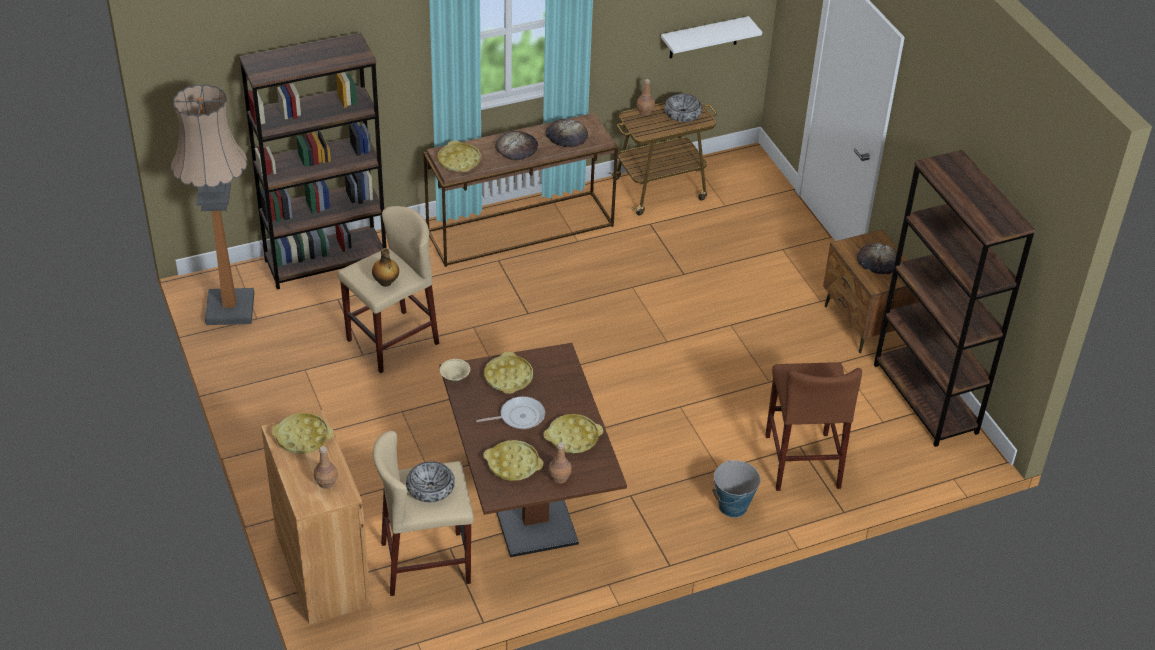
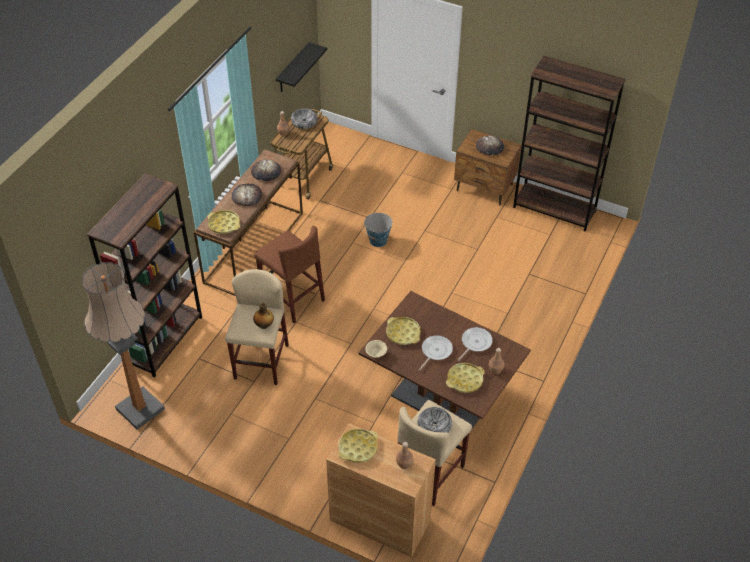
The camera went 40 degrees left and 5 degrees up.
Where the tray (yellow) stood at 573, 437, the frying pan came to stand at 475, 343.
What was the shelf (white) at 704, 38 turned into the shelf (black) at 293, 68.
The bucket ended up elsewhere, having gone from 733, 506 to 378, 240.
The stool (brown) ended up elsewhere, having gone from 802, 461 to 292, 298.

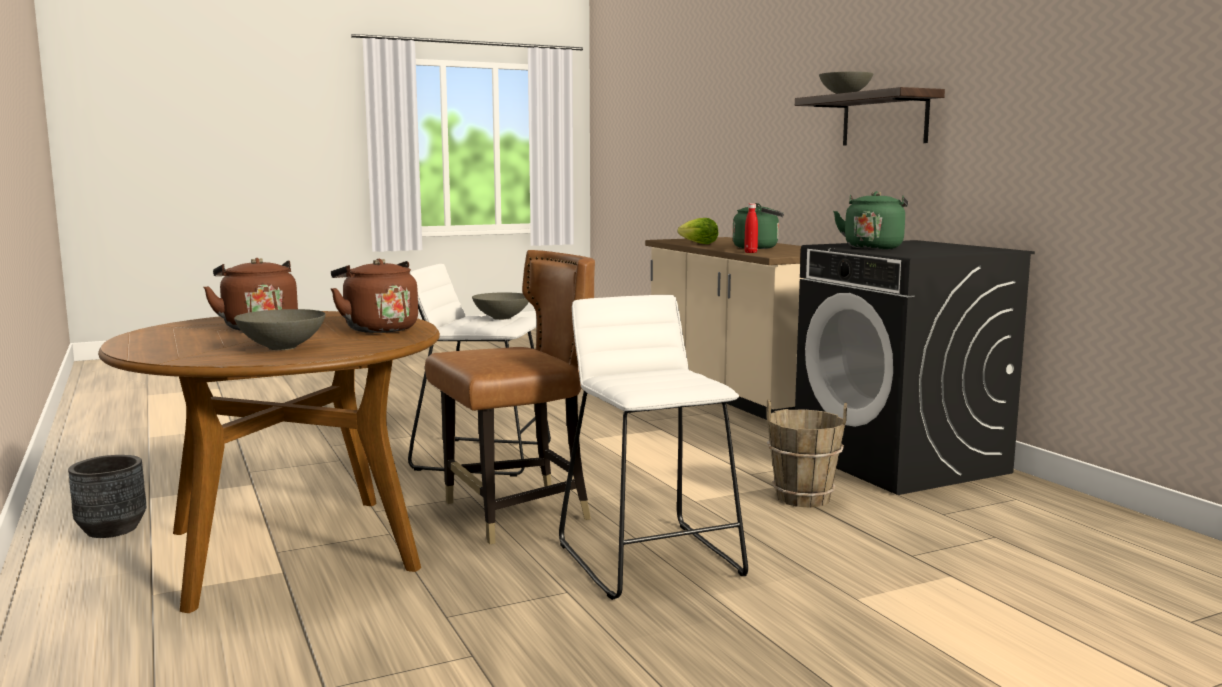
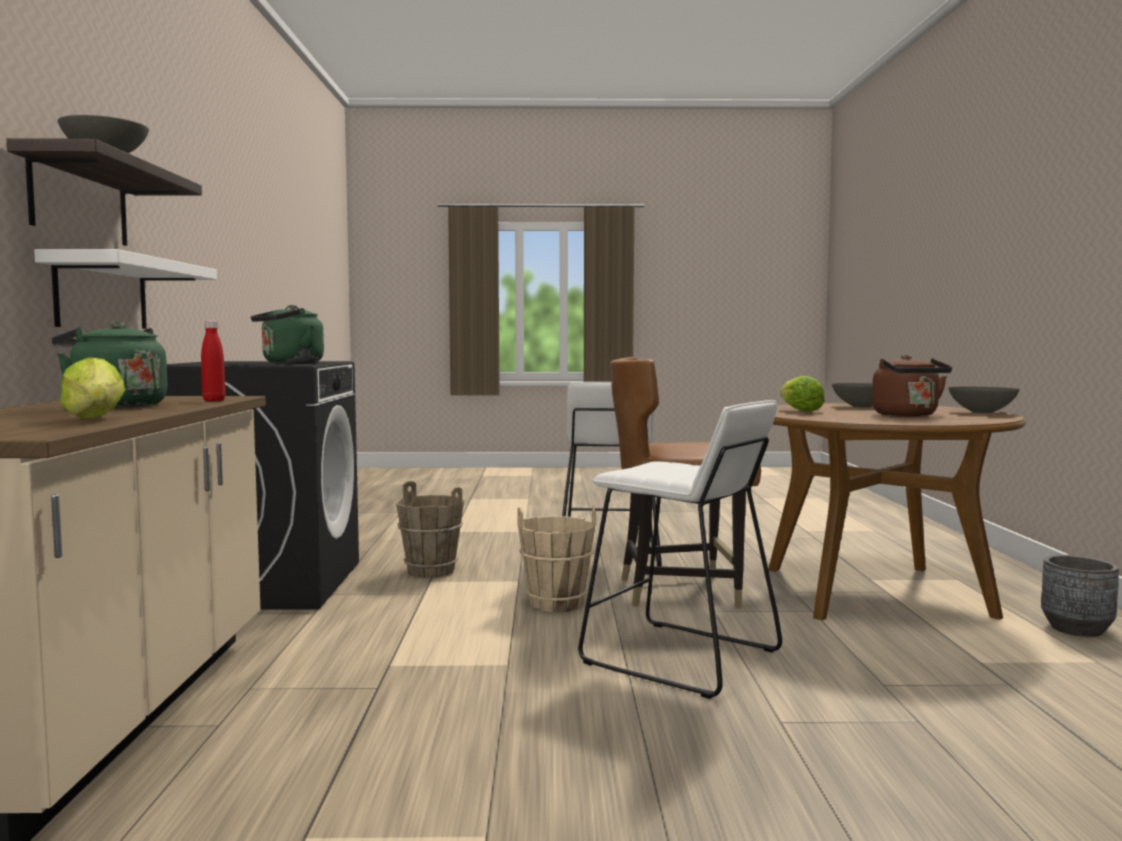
The camera went 155 degrees left and 5 degrees down.
Where the kettle (brown) stood at 378, 328, the lettuce came to stand at 800, 411.
The bowl (grey) ended up elsewhere, having gone from 501, 318 to 982, 412.
The second view gained the shelf (white) at 102, 294.
The second view gained the bucket (beige) at 556, 603.

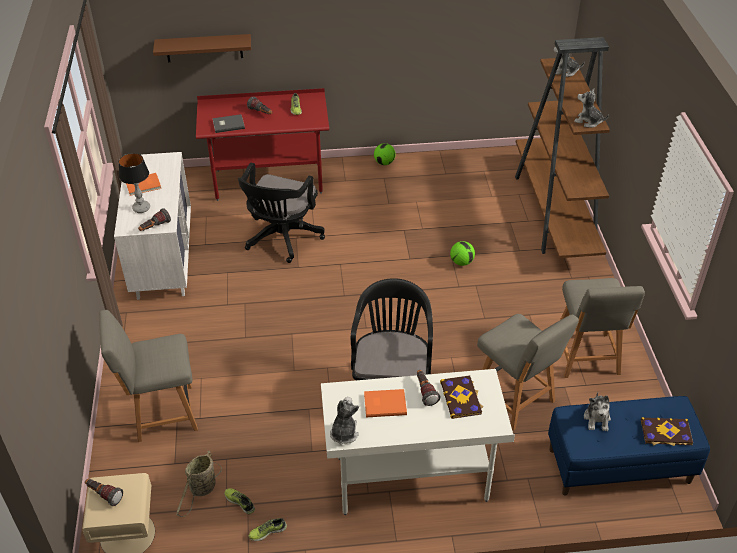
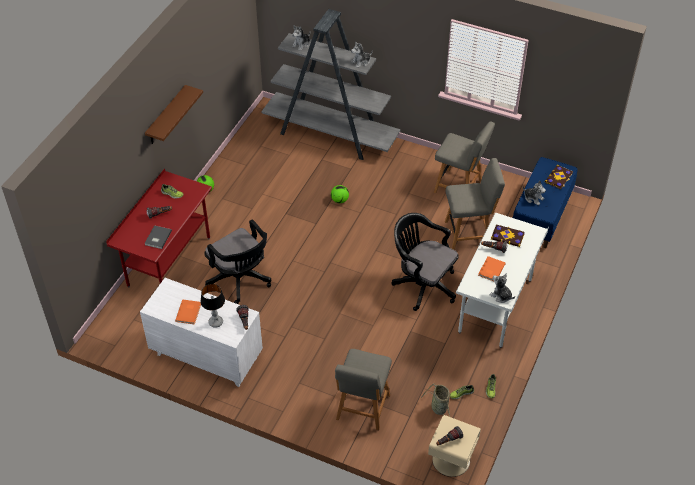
The camera went 60 degrees left and 5 degrees up.
The shelf (brown) ended up elsewhere, having gone from 204, 48 to 166, 116.
What was the bookcase (brown) at 555, 213 turned into the bookcase (grey) at 331, 135.

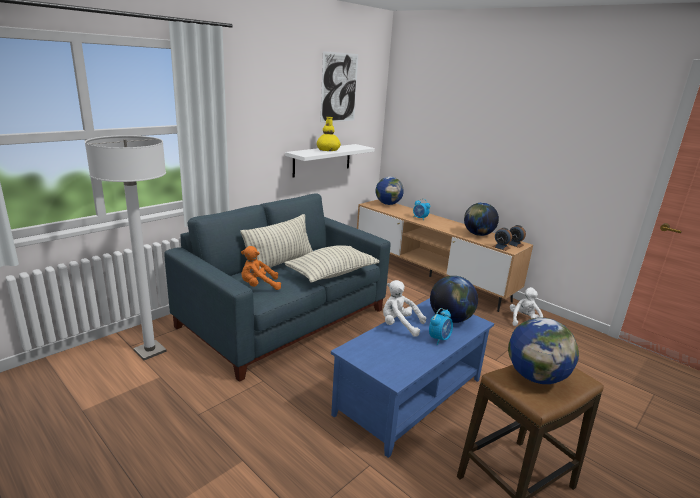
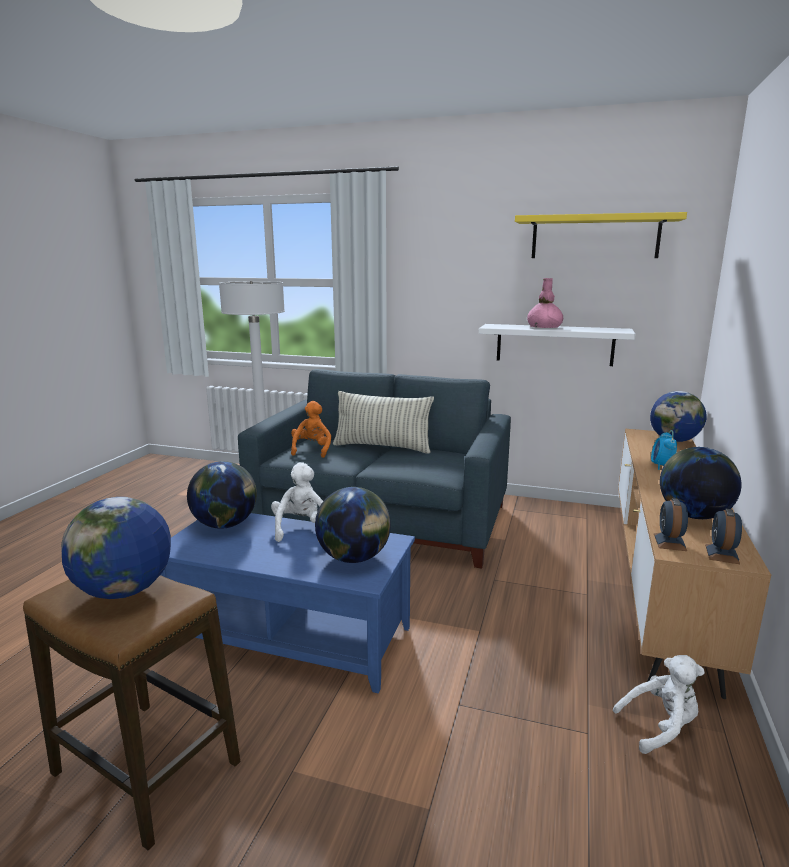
The camera went 65 degrees right and 5 degrees down.
The plush toy (orange) at 258, 286 ended up facing another way, 45 degrees clockwise from before.
The second view lost the pillow at 332, 274.
What was the vase (yellow) at 328, 150 turned into the vase (pink) at 544, 327.
Where the picture hung at 339, 88, the shelf (yellow) came to hang at 594, 237.
The second view lost the alarm clock at 439, 339.
The second view gained the globe at 225, 524.

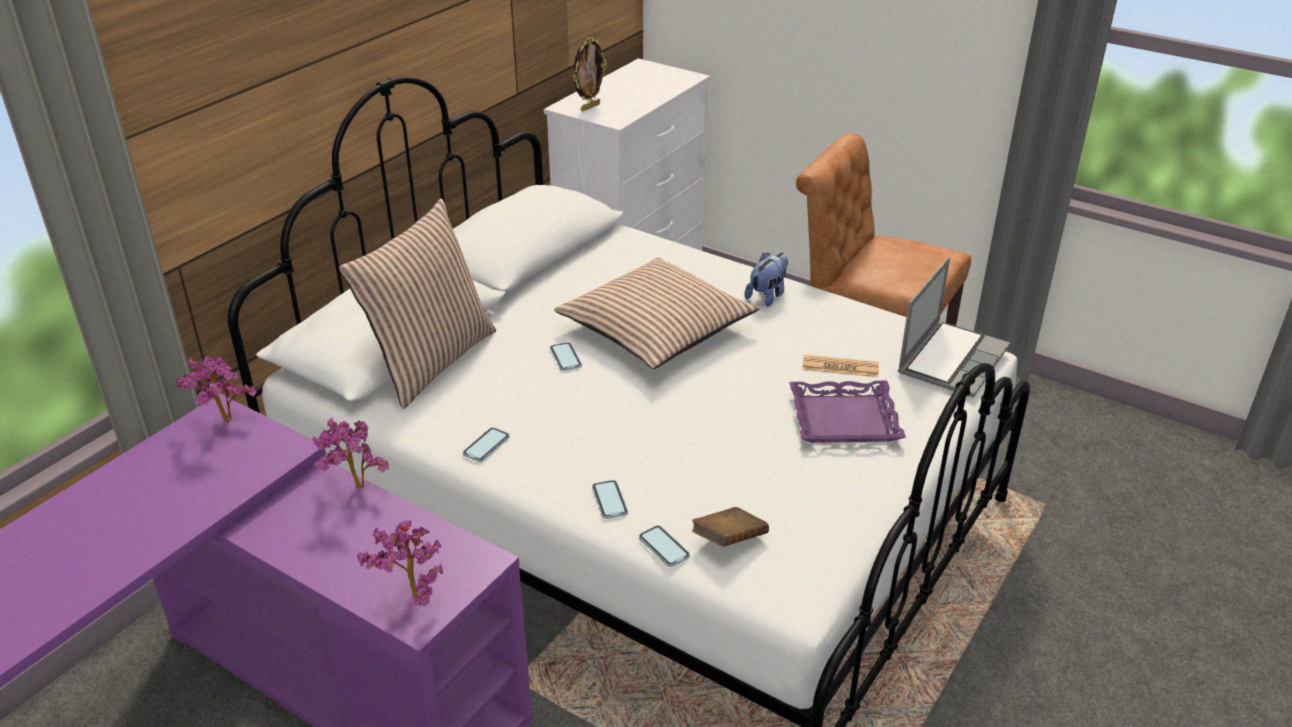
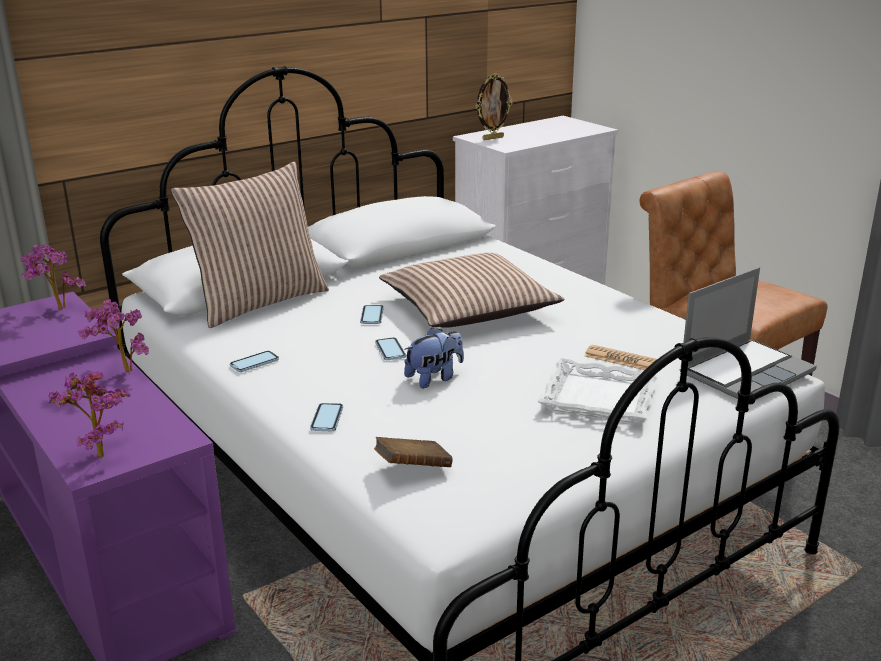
The camera went 20 degrees right and 10 degrees down.
The phone ended up elsewhere, having gone from 664, 547 to 390, 350.
The plush toy ended up elsewhere, having gone from 767, 295 to 434, 378.
What was the tray (purple) at 844, 419 turned into the tray (white) at 599, 398.

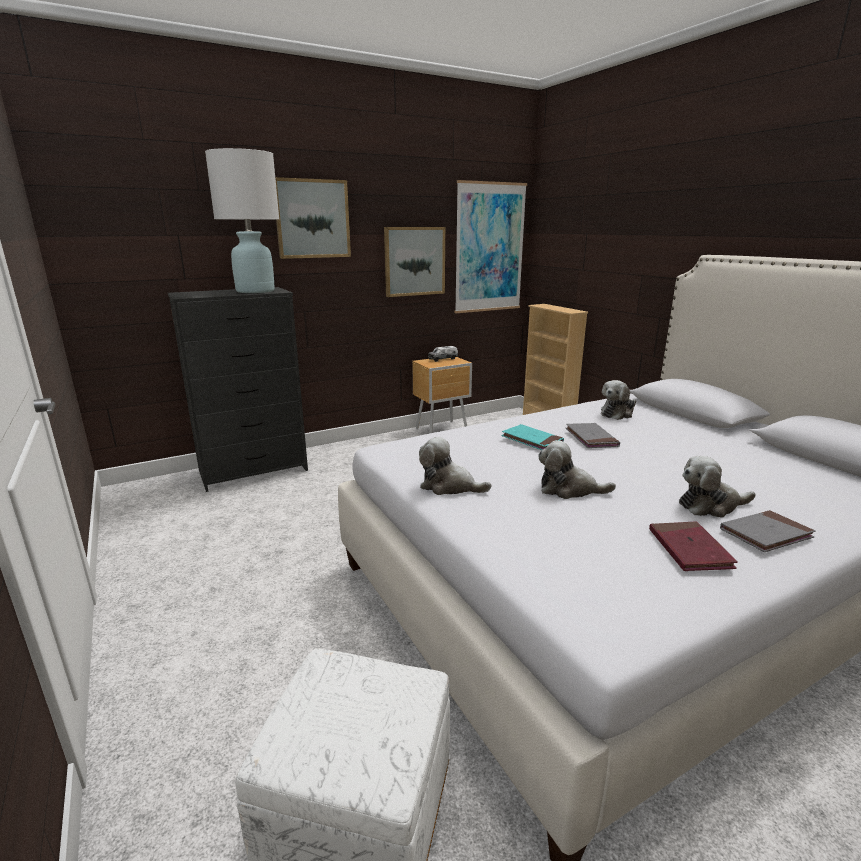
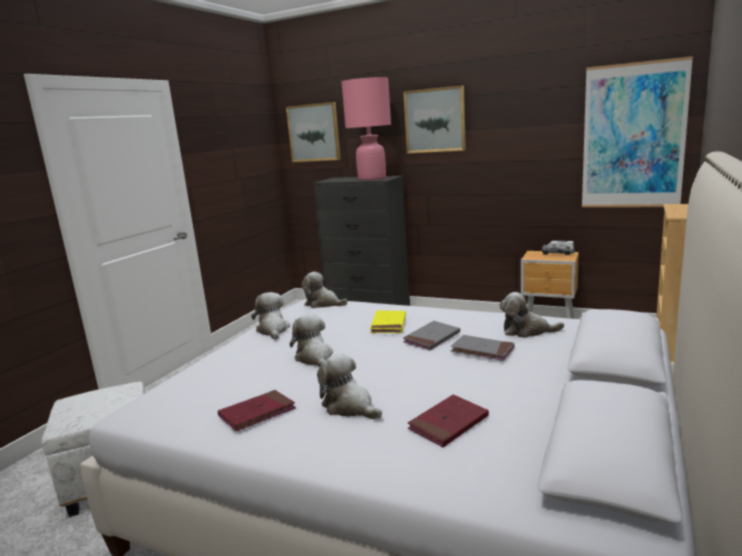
The camera went 55 degrees right and 5 degrees down.
What was the table lamp (white) at 255, 291 turned into the table lamp (pink) at 372, 178.
The picture ended up elsewhere, having gone from 414, 261 to 314, 132.
What was the book (turquoise) at 532, 440 turned into the book (yellow) at 388, 324.
The book (grey) ended up elsewhere, having gone from 765, 534 to 482, 350.
The second view gained the plush toy at 323, 304.
The second view gained the book (red) at 448, 423.

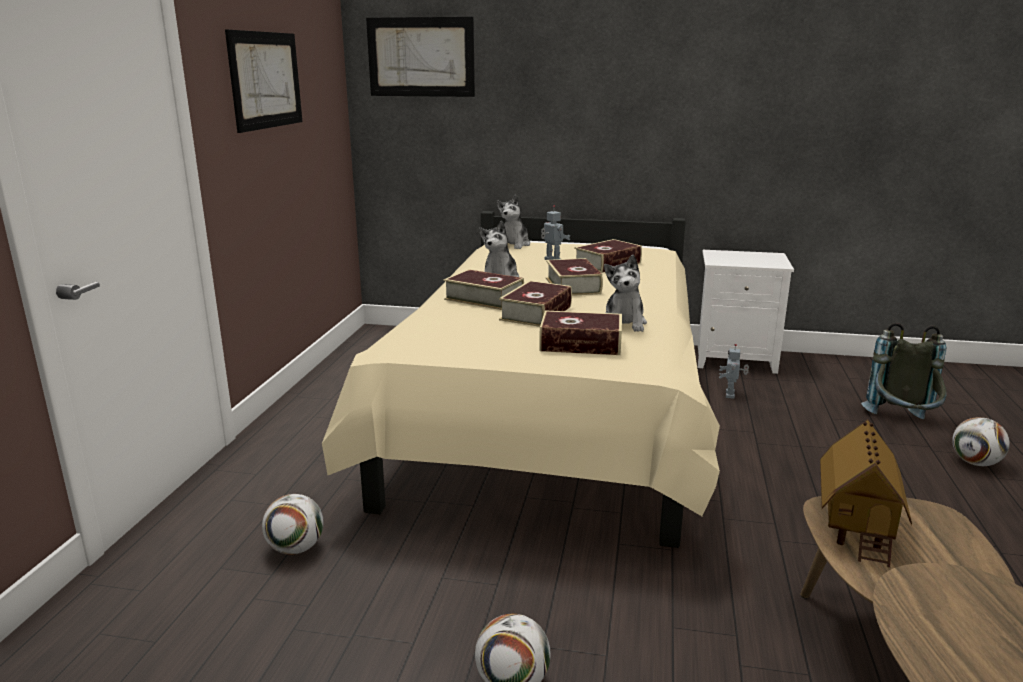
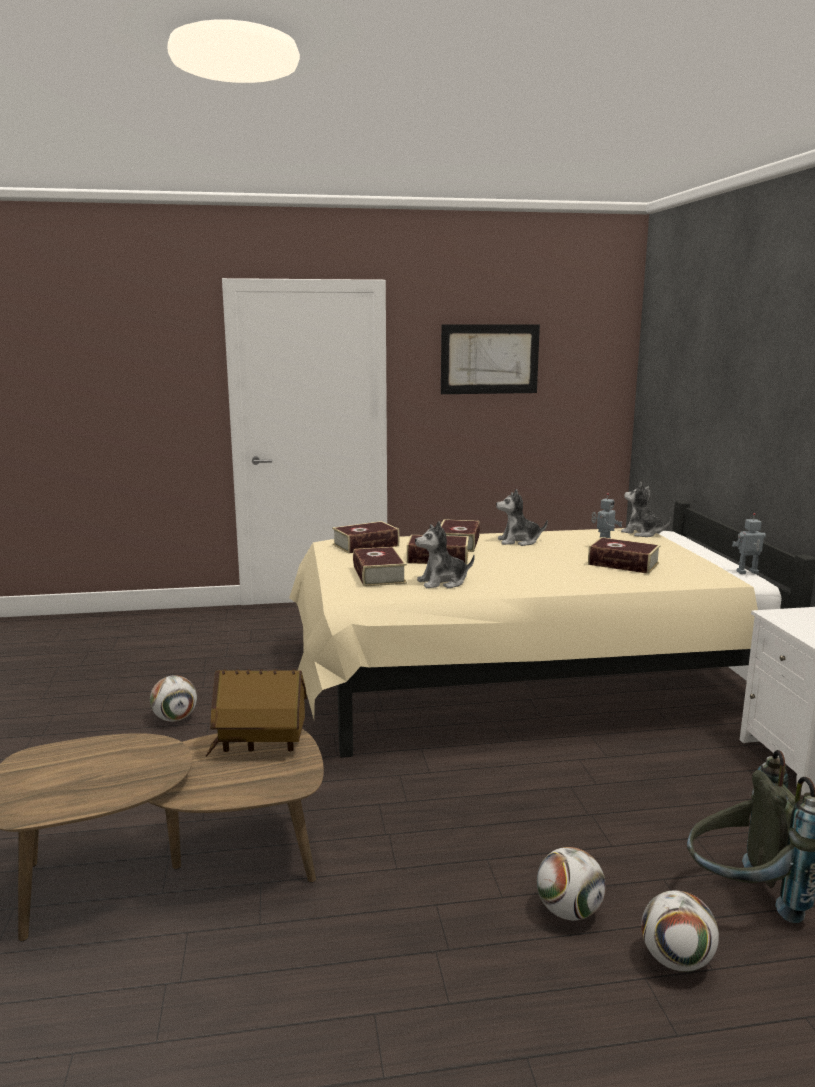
The camera went 70 degrees right and 5 degrees down.
The football ended up elsewhere, having gone from 295, 548 to 569, 911.
The second view lost the picture at 421, 57.
The plush toy at 514, 244 ended up facing another way, 45 degrees clockwise from before.
The book ended up elsewhere, having gone from 573, 286 to 366, 545.
The toy robot ended up elsewhere, having gone from 731, 395 to 748, 573.

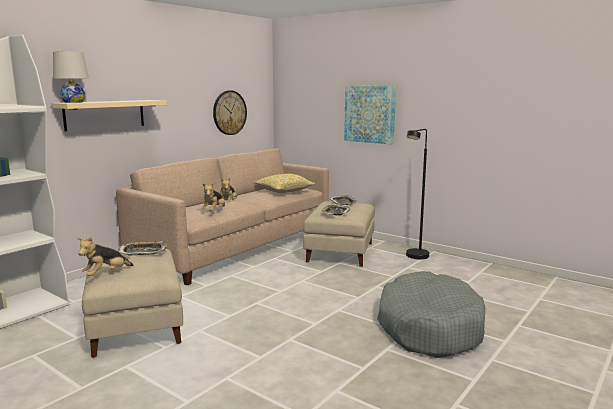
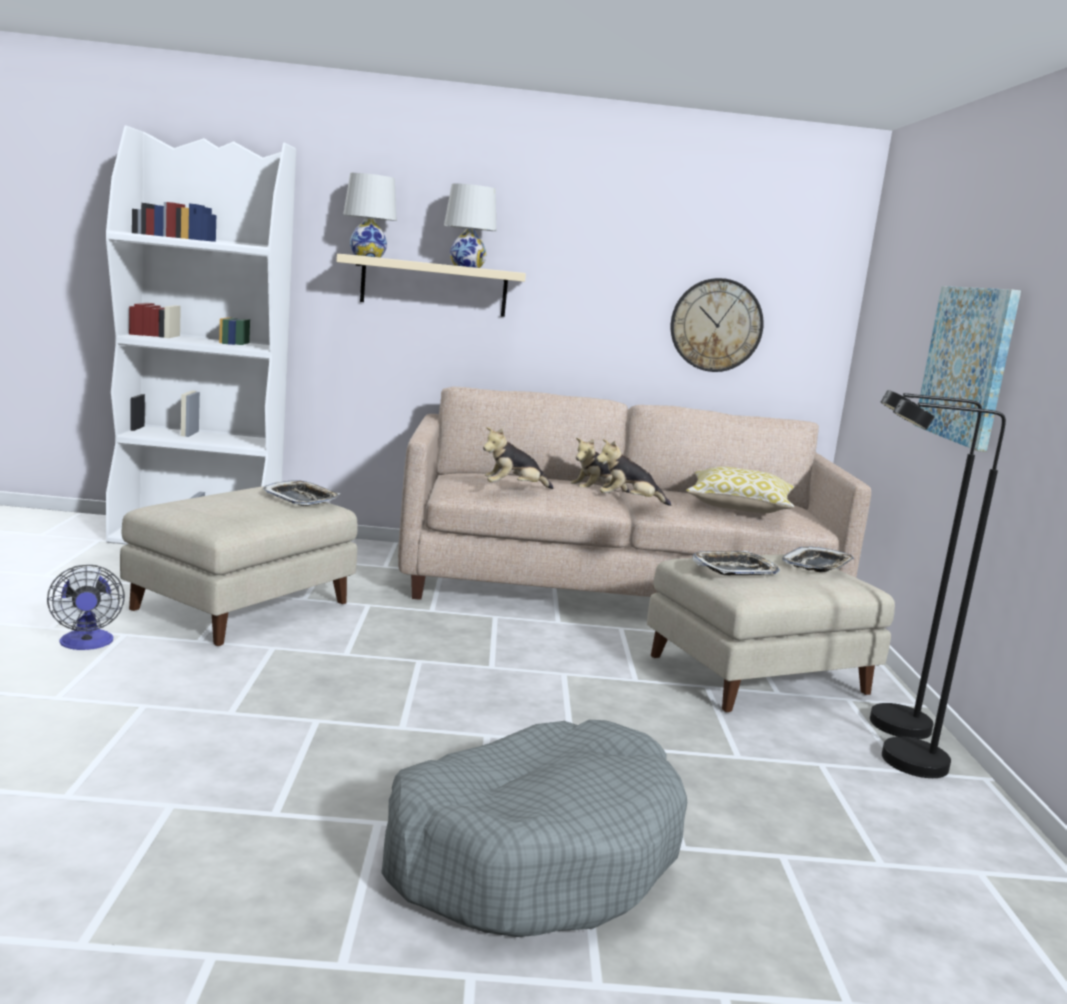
The camera went 50 degrees right and 0 degrees up.
The plush toy ended up elsewhere, having gone from 106, 274 to 628, 501.
The second view gained the fan at 87, 644.
The second view gained the table lamp (white) at 467, 266.
The second view gained the floor lamp (black) at 884, 725.

